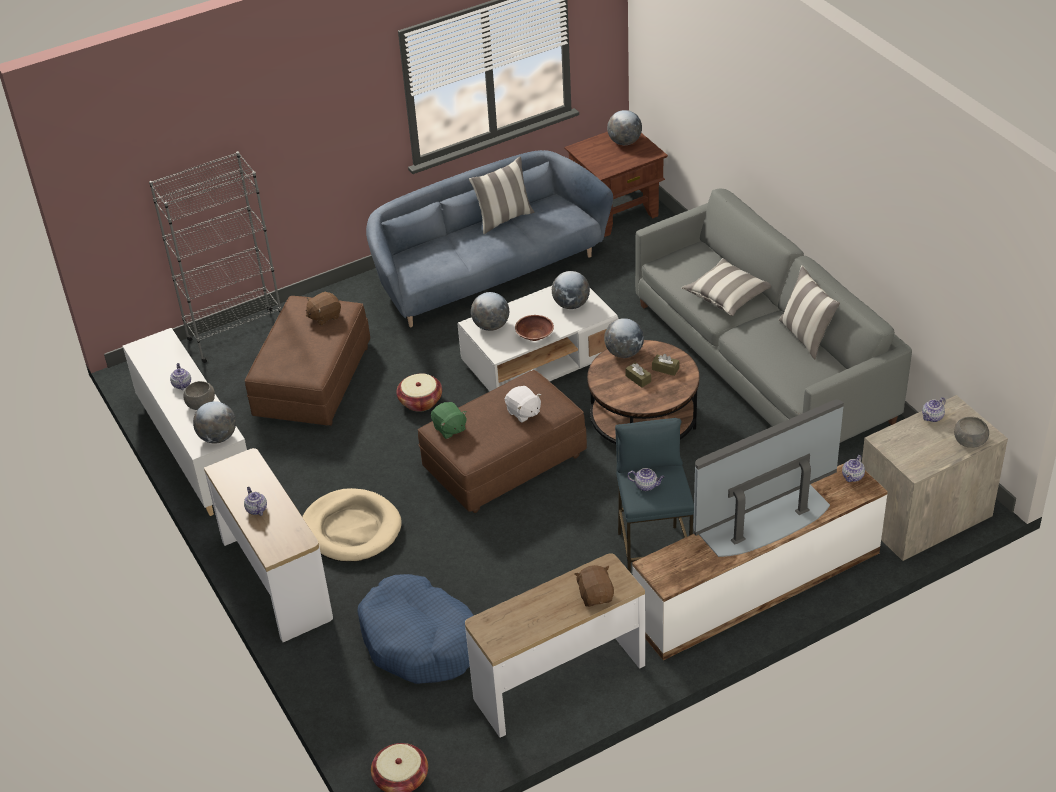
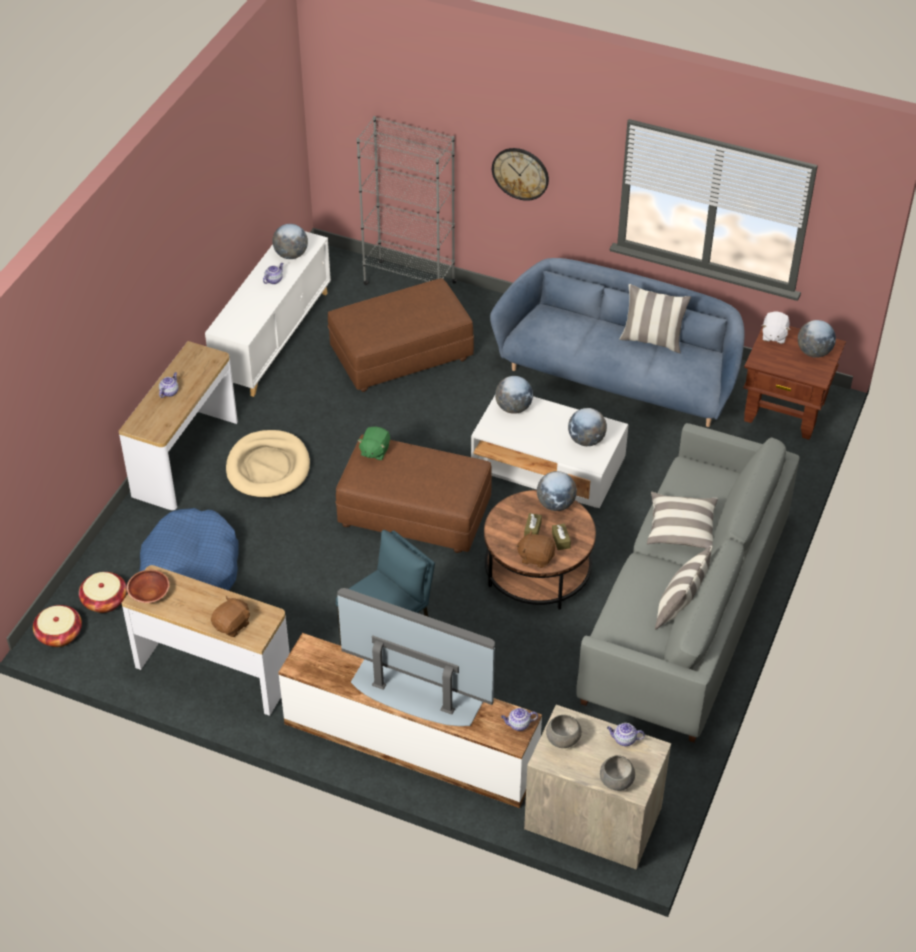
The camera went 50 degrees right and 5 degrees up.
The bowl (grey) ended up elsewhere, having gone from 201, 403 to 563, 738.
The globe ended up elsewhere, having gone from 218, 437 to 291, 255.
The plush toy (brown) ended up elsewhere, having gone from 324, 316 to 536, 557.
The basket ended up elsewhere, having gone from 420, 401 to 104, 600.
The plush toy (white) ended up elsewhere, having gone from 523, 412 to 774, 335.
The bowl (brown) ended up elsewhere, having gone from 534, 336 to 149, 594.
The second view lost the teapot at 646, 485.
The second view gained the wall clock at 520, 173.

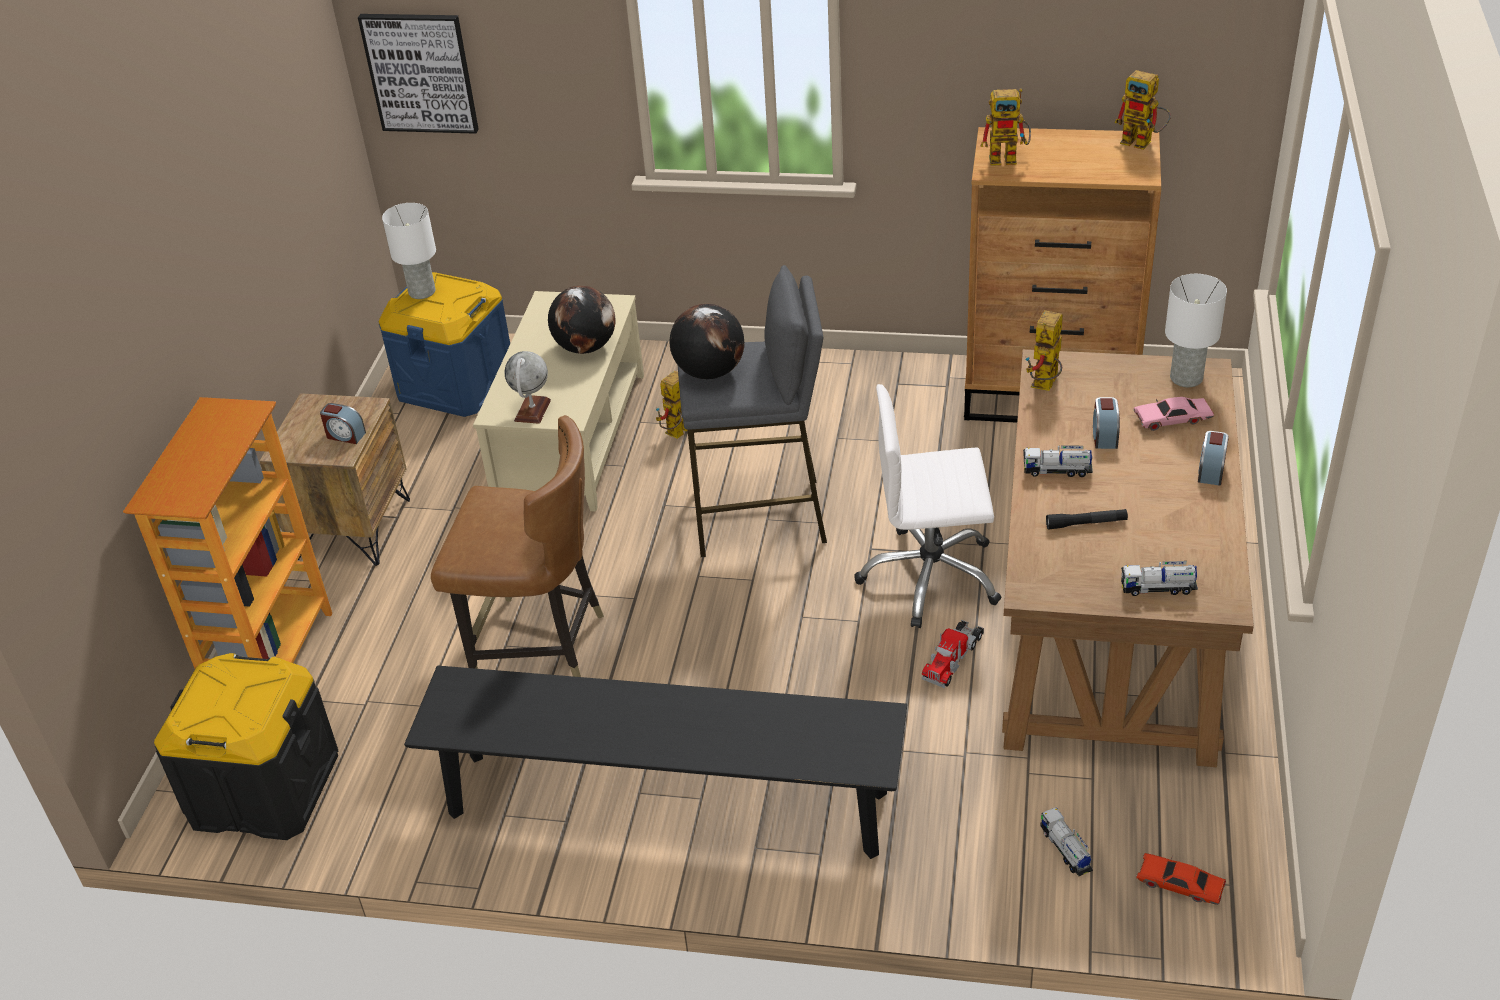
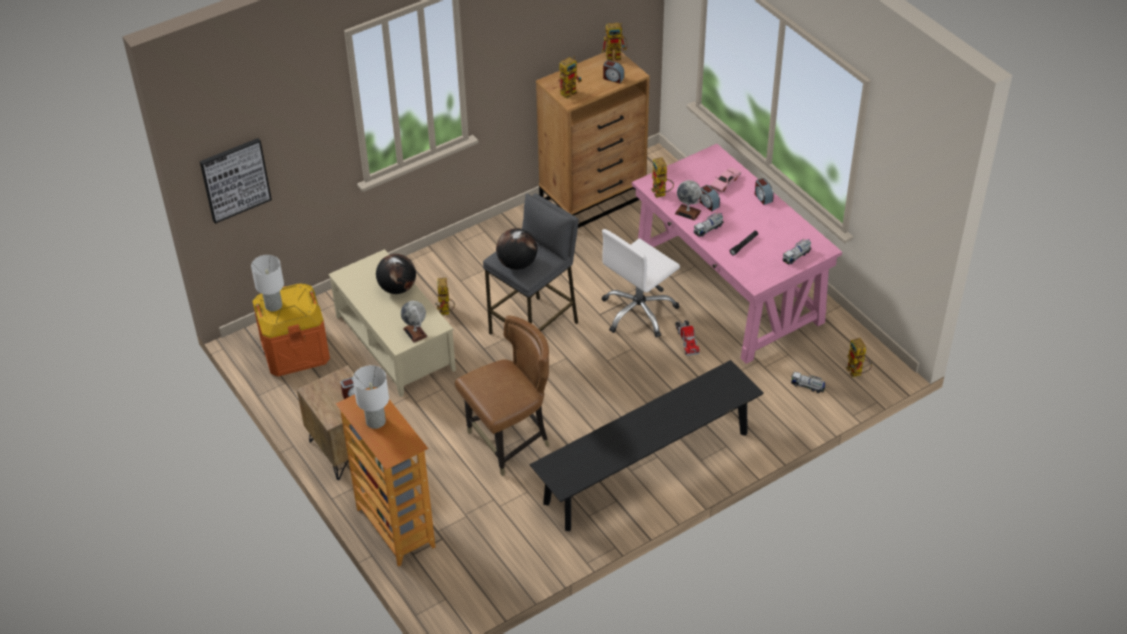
The camera went 45 degrees left and 5 degrees up.
The second view lost the storage box (black) at 264, 789.
What was the storage box (blue) at 456, 383 turned into the storage box (orange) at 295, 350.
What was the desk (brown) at 1110, 622 turned into the desk (pink) at 729, 288.
Where the toy car (red) stood at 1179, 885, the toy robot came to stand at 856, 373.
The table lamp (white) ended up elsewhere, having gone from 1187, 378 to 376, 421.
The second view gained the alarm clock at 613, 78.
The second view gained the globe at 688, 212.

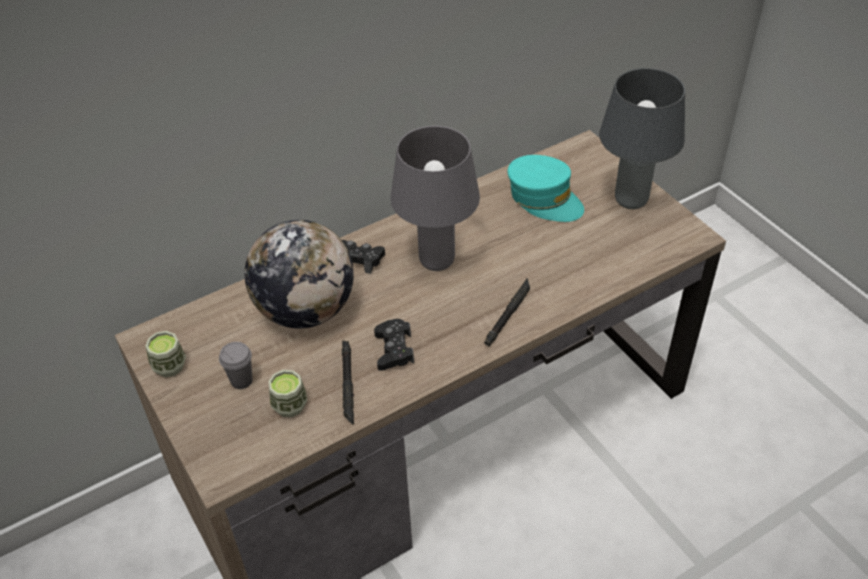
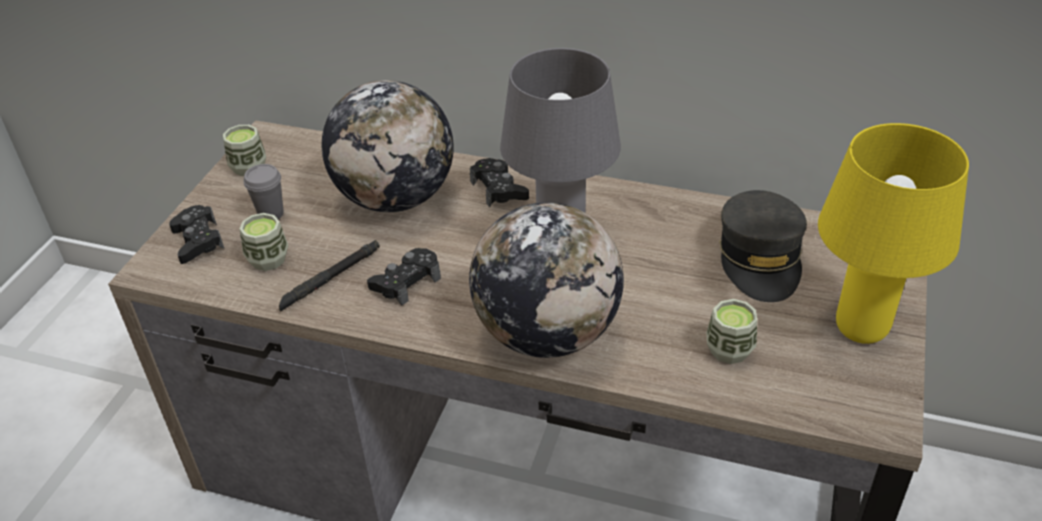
The camera went 50 degrees right and 5 degrees down.
Where the flashlight (black) stood at 508, 315, the globe came to stand at 547, 333.
What was the cap (turquoise) at 544, 198 turned into the cap (grey) at 760, 259.
What was the table lamp (grey) at 630, 200 turned into the table lamp (yellow) at 861, 327.
The second view gained the game controller (black) at 198, 241.
The second view gained the cup at 729, 349.

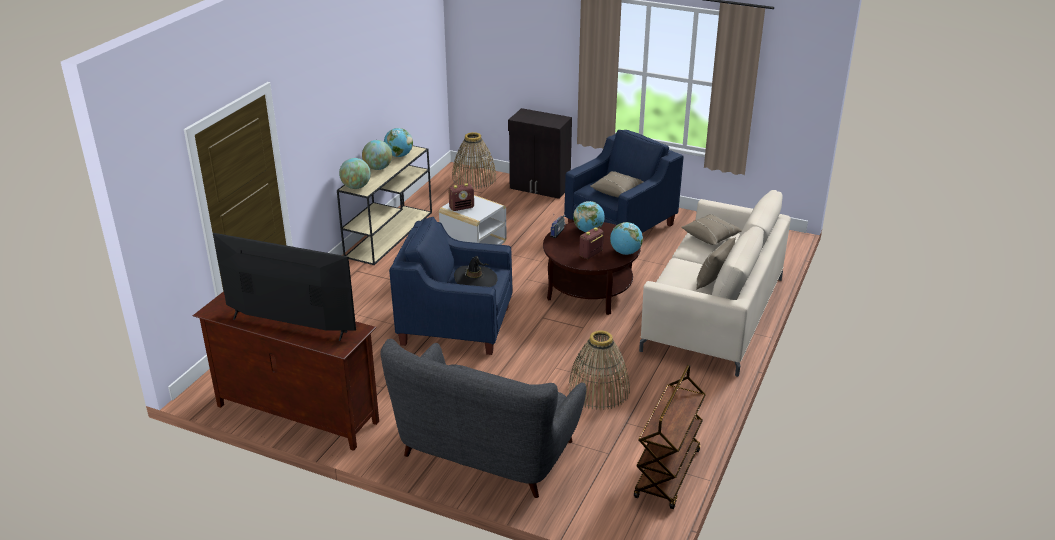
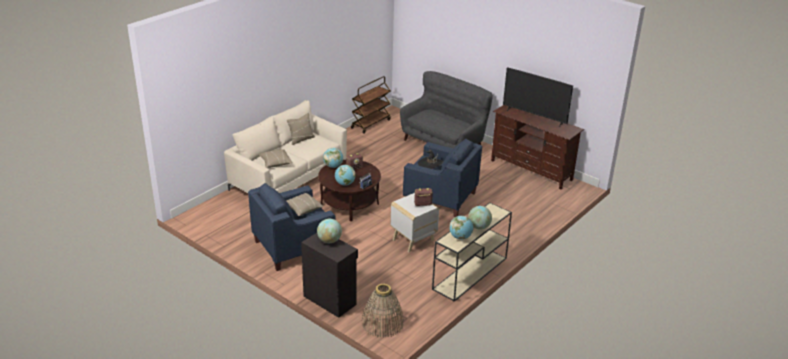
The camera went 165 degrees left and 0 degrees up.
The globe ended up elsewhere, having gone from 356, 187 to 329, 241.
The second view lost the basket at 598, 390.

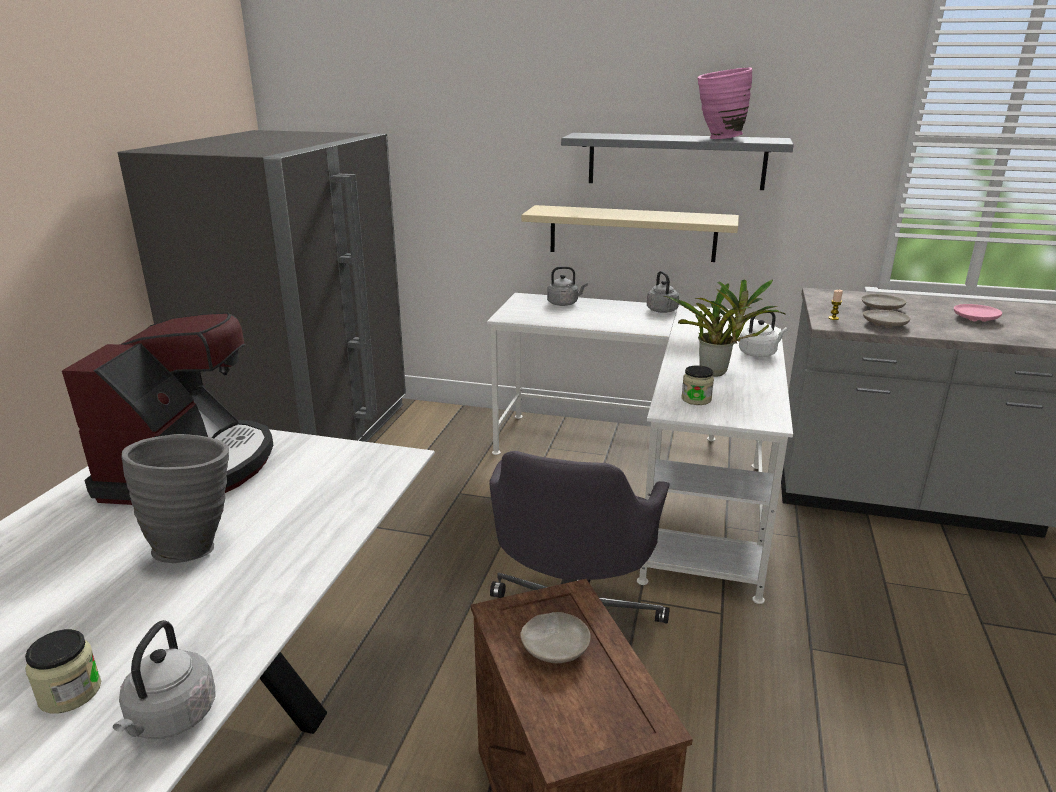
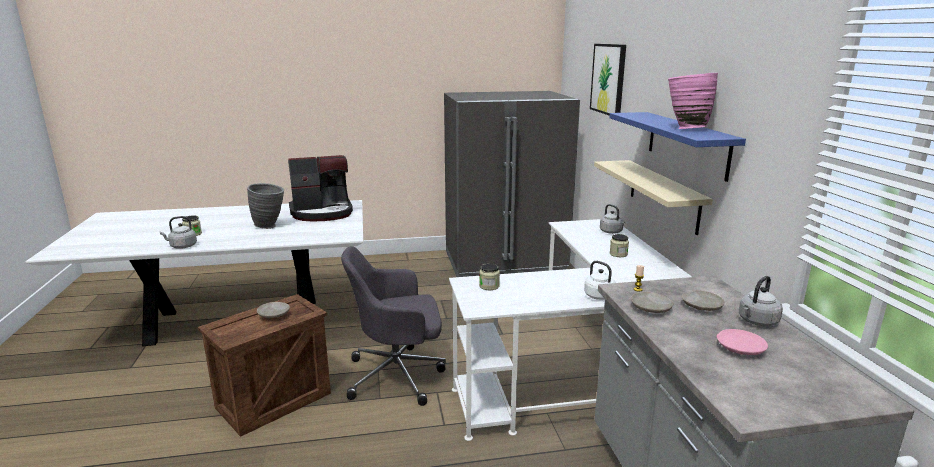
The camera went 65 degrees right and 5 degrees down.
What was the shelf (grey) at 676, 161 turned into the shelf (blue) at 687, 144.
The kettle (grey) ended up elsewhere, having gone from 662, 311 to 756, 321.
The second view lost the potted plant at 717, 373.
The second view gained the picture at 608, 79.
The second view gained the jar at 618, 254.

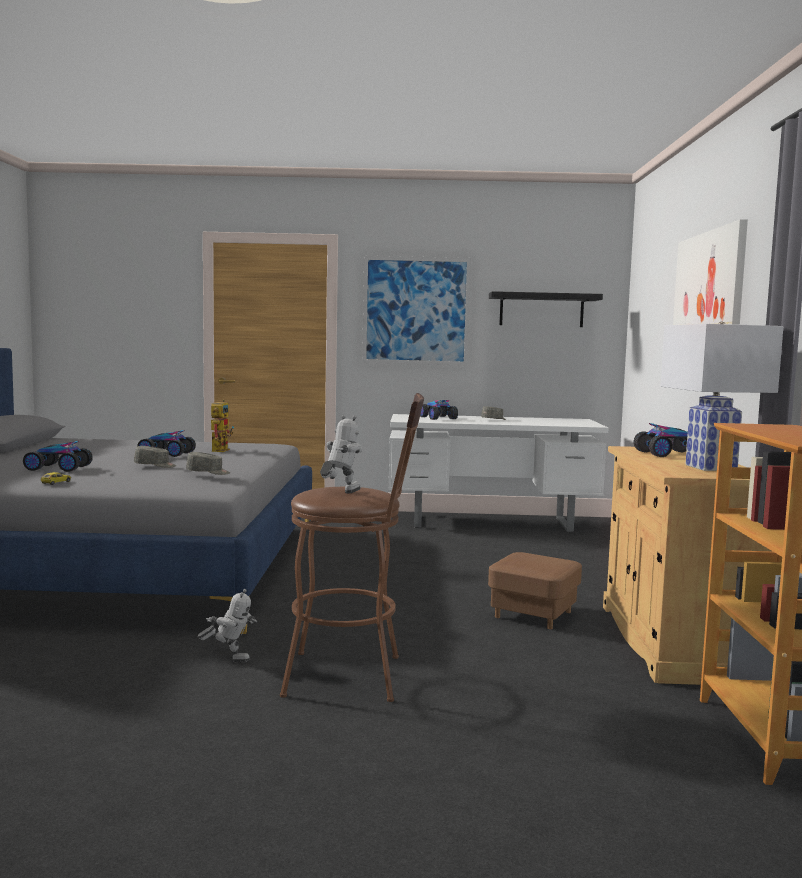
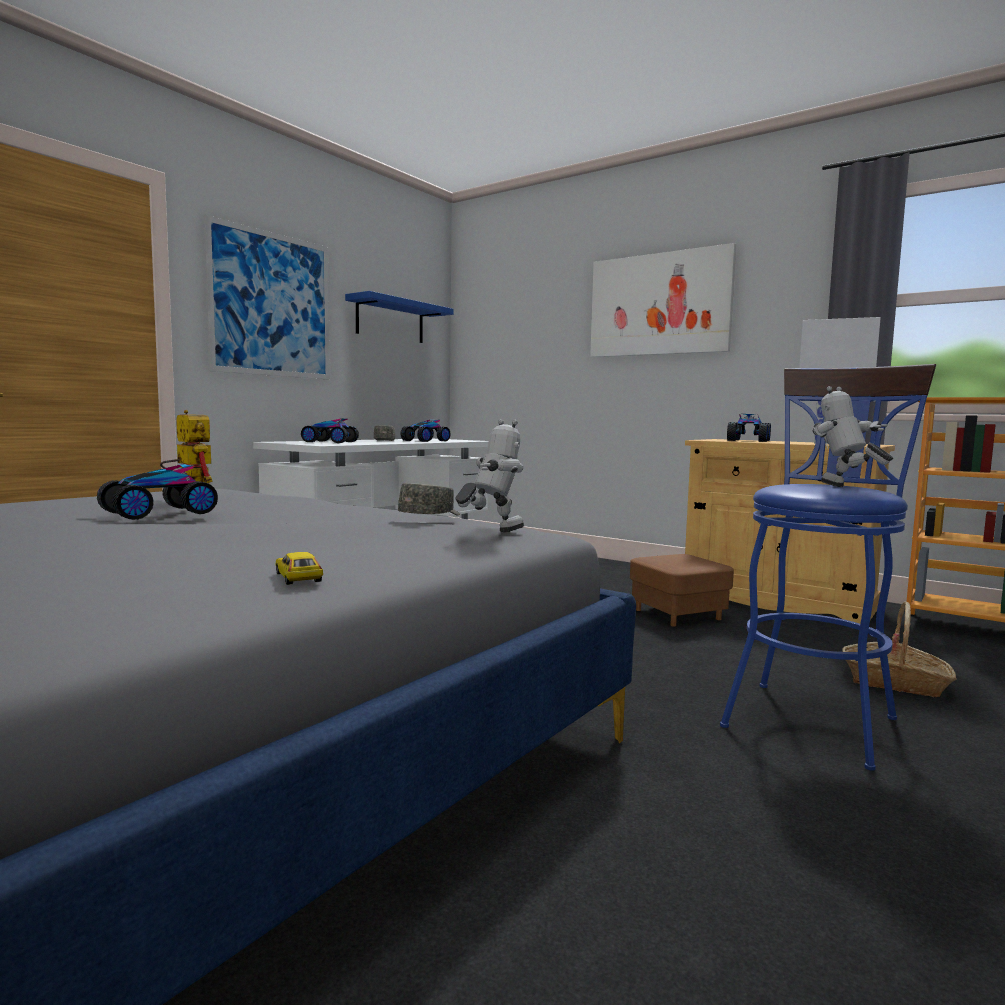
The camera went 55 degrees left and 0 degrees up.
The toy car ended up elsewhere, having gone from 59, 468 to 425, 441.
The second view lost the cap (grey) at 155, 466.
The toy robot ended up elsewhere, having gone from 229, 659 to 491, 532.
What was the stool (brown) at 355, 676 turned into the stool (blue) at 813, 716.
What was the shelf (black) at 541, 310 turned into the shelf (blue) at 390, 320.
The second view gained the basket at 895, 682.

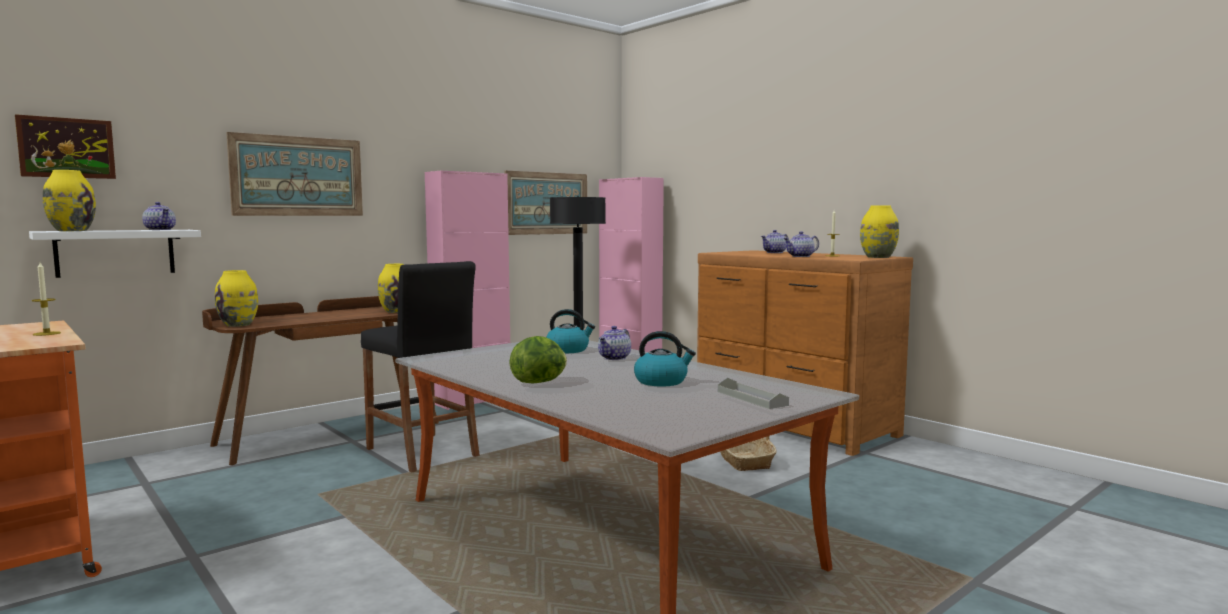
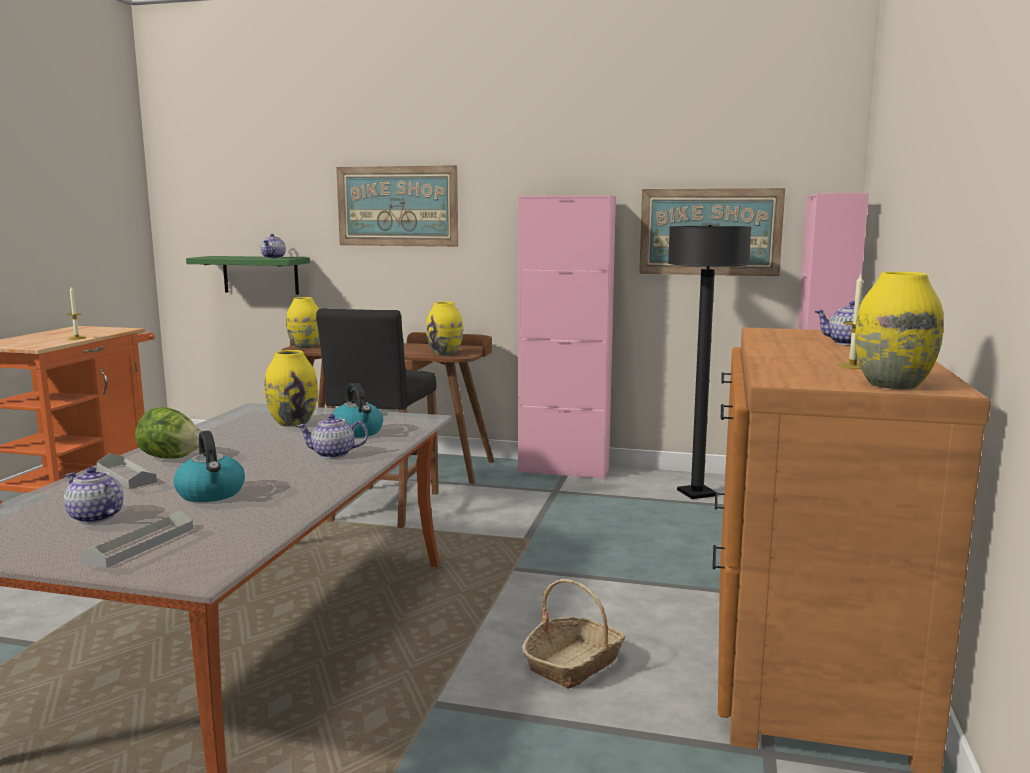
The camera went 55 degrees right and 5 degrees up.
The second view lost the picture at 67, 148.
What was the shelf (white) at 115, 252 turned into the shelf (green) at 260, 275.
The vase (yellow) ended up elsewhere, having gone from 72, 230 to 293, 422.
The teapot ended up elsewhere, having gone from 800, 256 to 95, 517.
The second view gained the tray (grey) at 126, 476.

